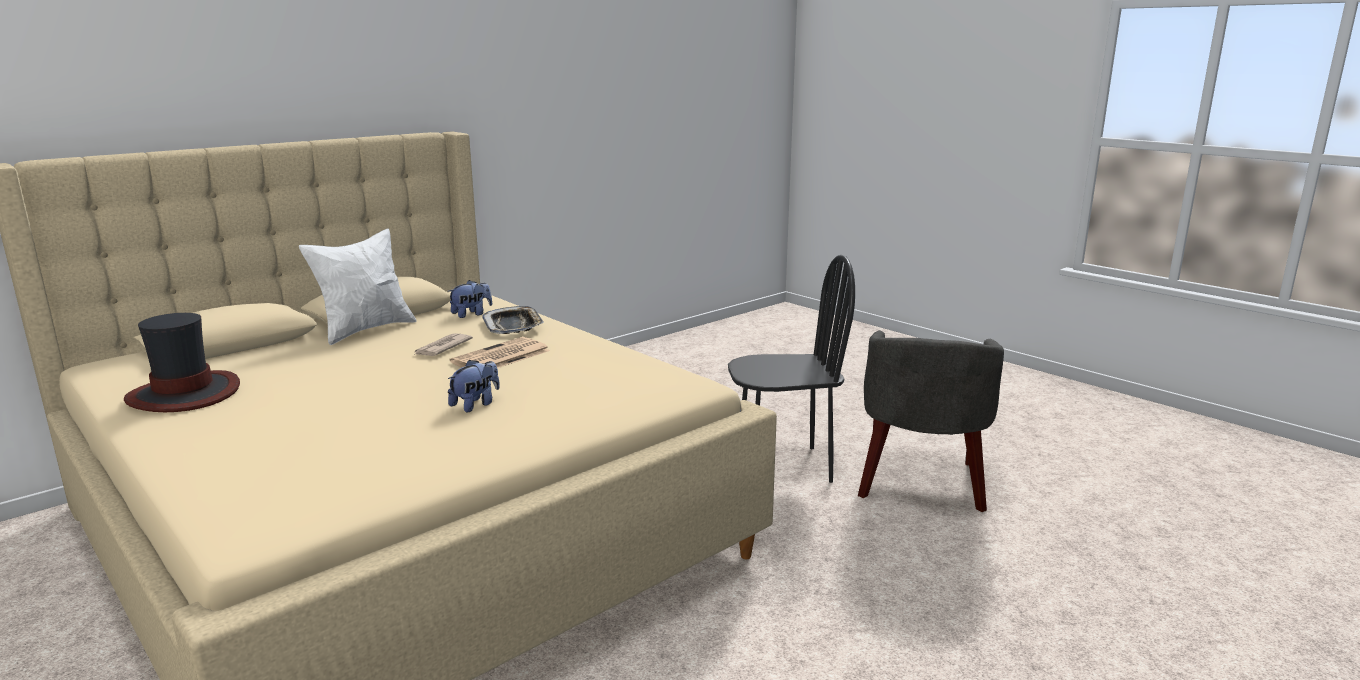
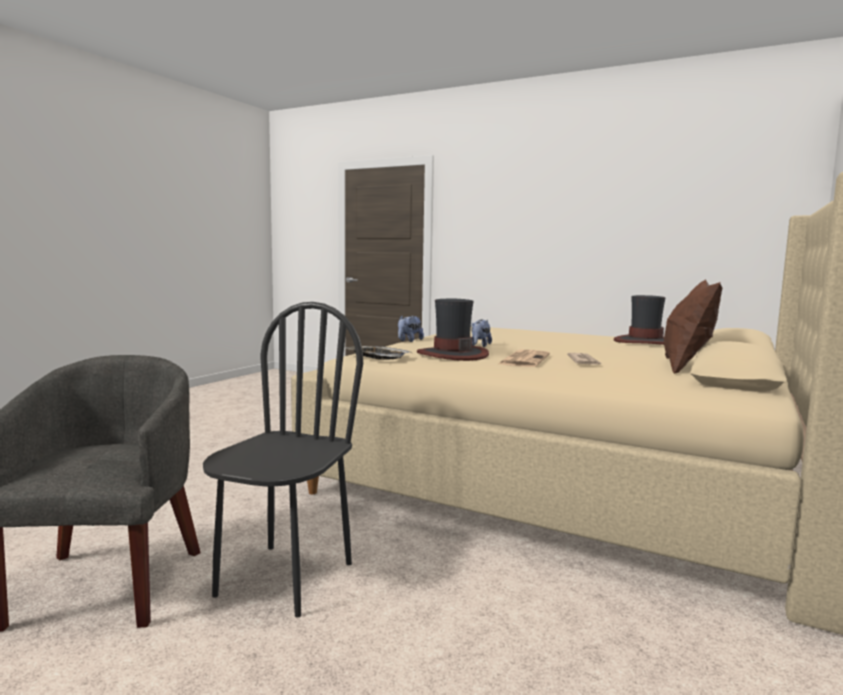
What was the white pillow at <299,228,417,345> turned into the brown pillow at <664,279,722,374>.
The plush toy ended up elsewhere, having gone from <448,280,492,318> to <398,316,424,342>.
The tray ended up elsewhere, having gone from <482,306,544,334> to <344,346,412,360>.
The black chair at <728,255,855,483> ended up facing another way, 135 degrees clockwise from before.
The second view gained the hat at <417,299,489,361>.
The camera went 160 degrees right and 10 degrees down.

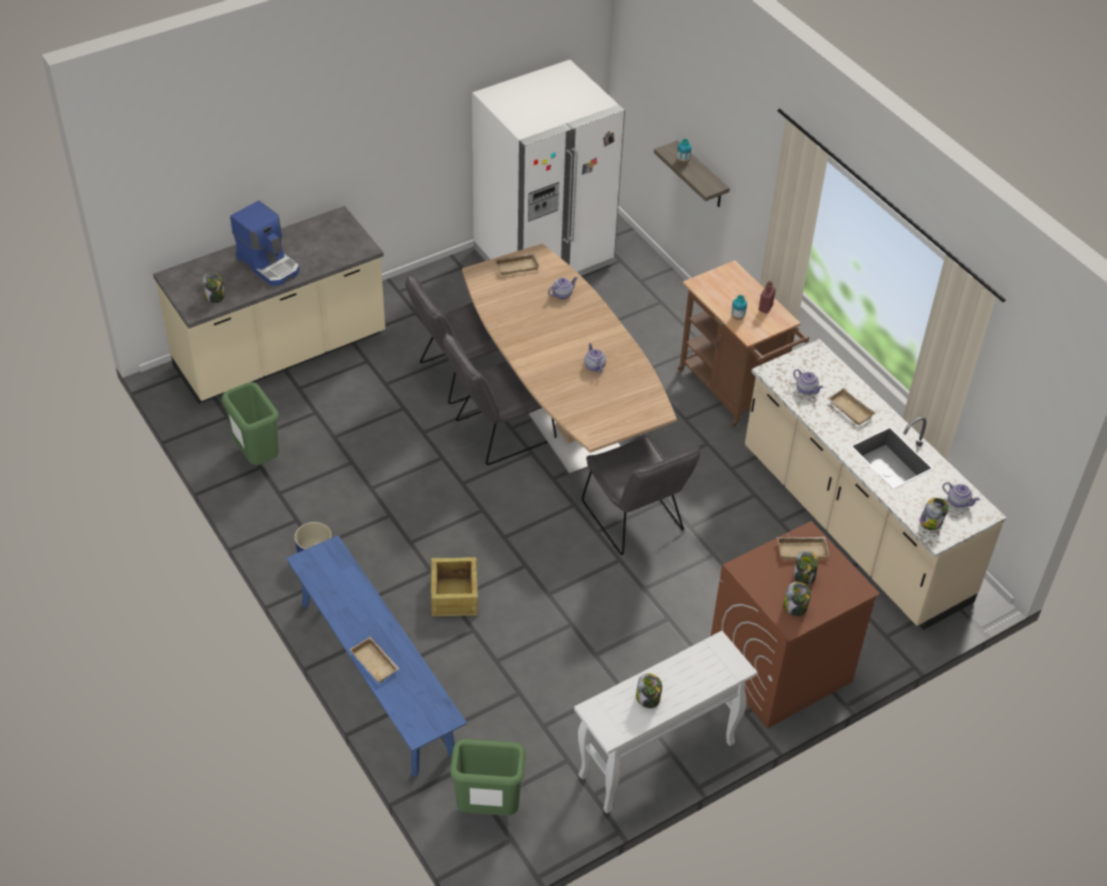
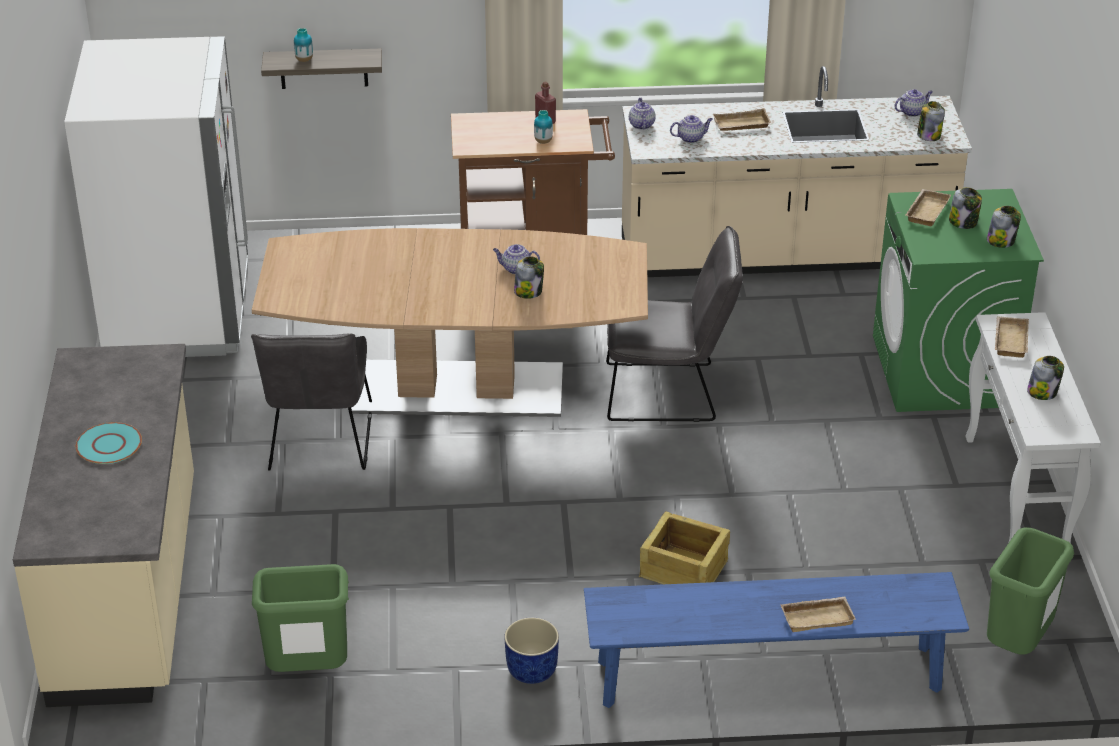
The jar ended up elsewhere, having gone from <202,273,225,303> to <514,256,544,299>.
Where the coffee machine stood at <230,201,300,286>, the turquoise plate came to stand at <76,422,142,464>.
The second view lost the grey chair at <443,333,557,465>.
The beige tray ended up elsewhere, having gone from <494,253,539,275> to <995,316,1029,358>.
The teapot ended up elsewhere, having gone from <548,277,577,299> to <629,98,656,130>.
What was the brown washing machine at <711,521,880,728> turned into the green washing machine at <873,189,1044,412>.
The camera went 60 degrees left and 10 degrees down.

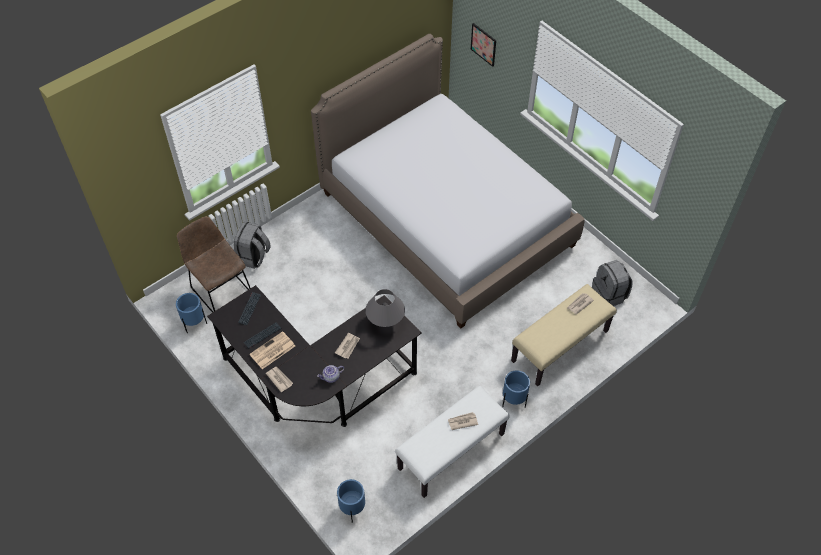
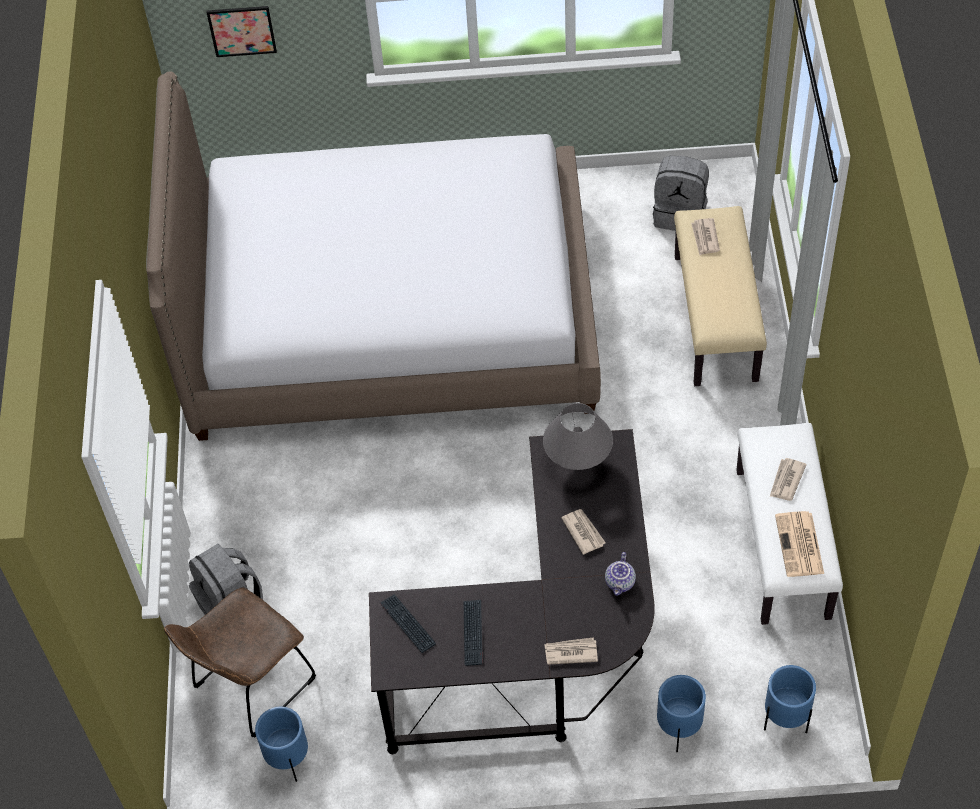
The brown chair at <177,216,251,313> ended up facing another way, 45 degrees counterclockwise from before.
The newspaper ended up elsewhere, having gone from <249,331,295,369> to <775,511,824,577>.
The blue planter ended up elsewhere, having gone from <502,370,530,408> to <657,675,706,752>.
The camera went 50 degrees left and 0 degrees up.

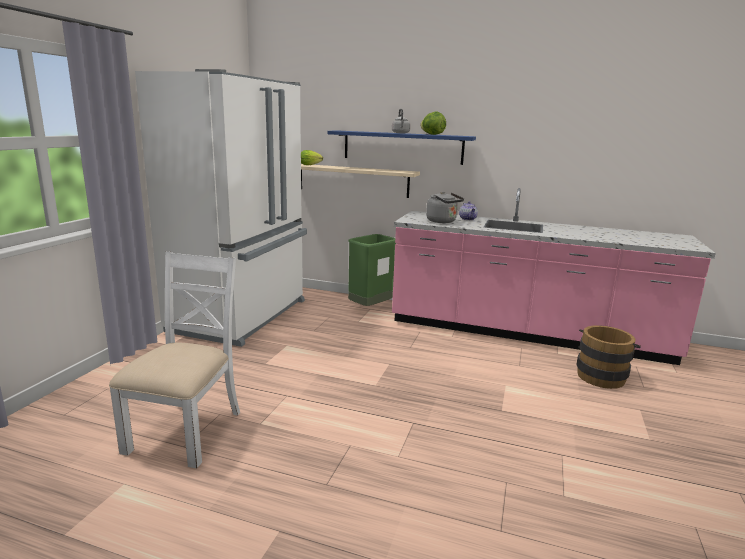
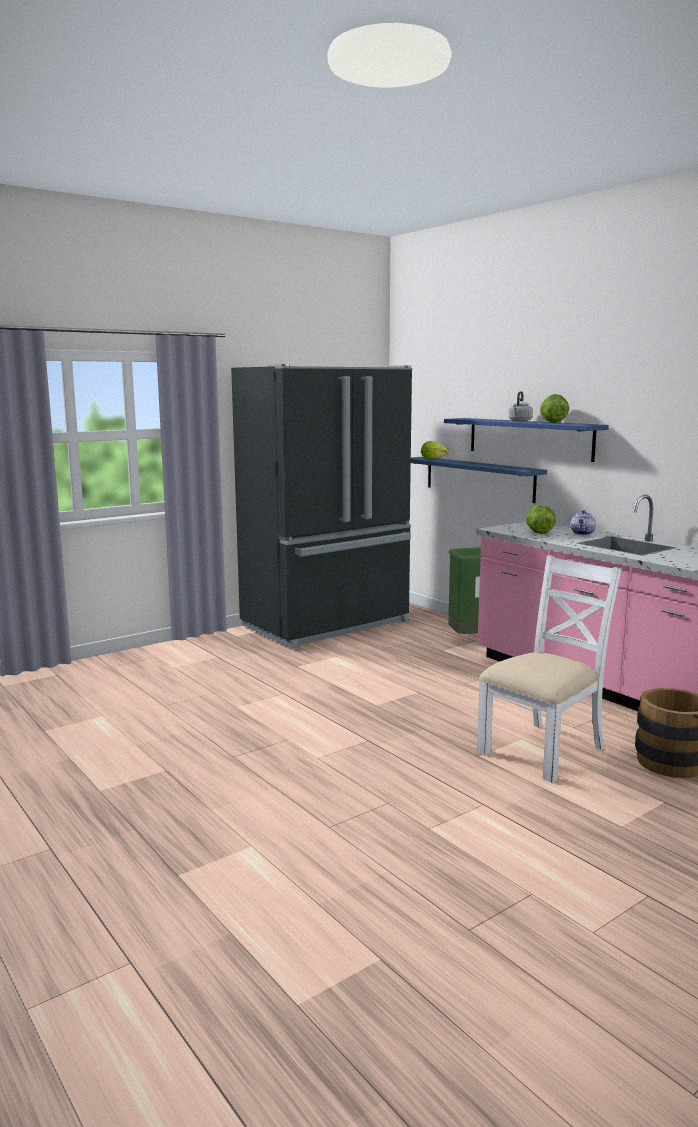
The white chair ended up elsewhere, having gone from <109,251,240,468> to <477,555,622,783>.
What was the white fridge at <135,69,307,347> turned into the black fridge at <231,364,413,649>.
What was the beige shelf at <301,164,420,198> turned into the blue shelf at <411,457,547,503>.
Where the grey kettle stood at <426,192,464,223>, the lettuce came to stand at <526,504,556,534>.
The camera went 35 degrees right and 5 degrees down.

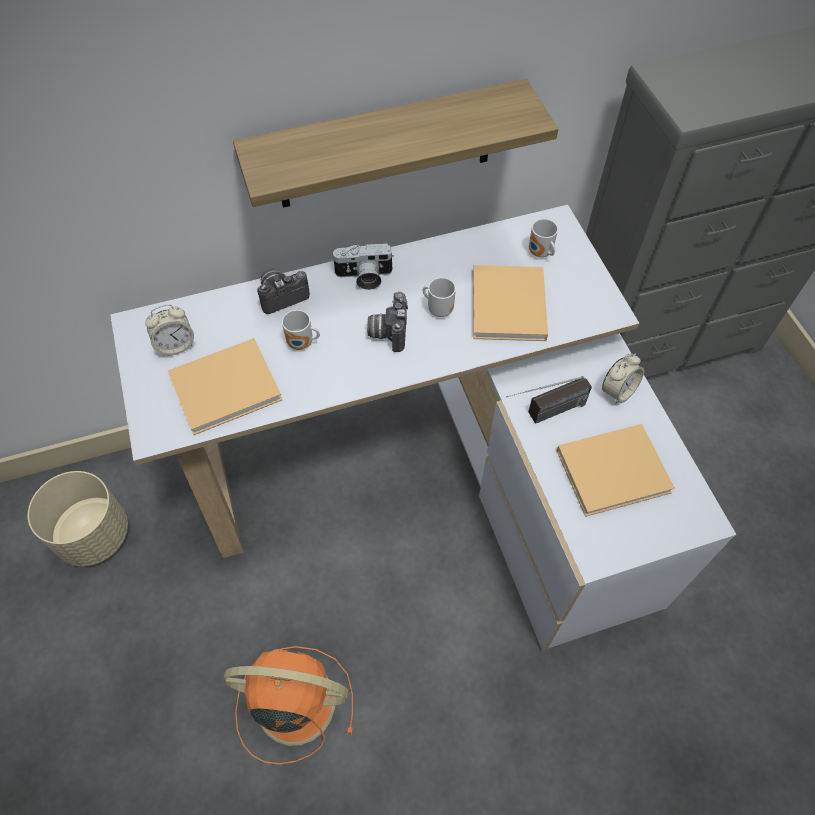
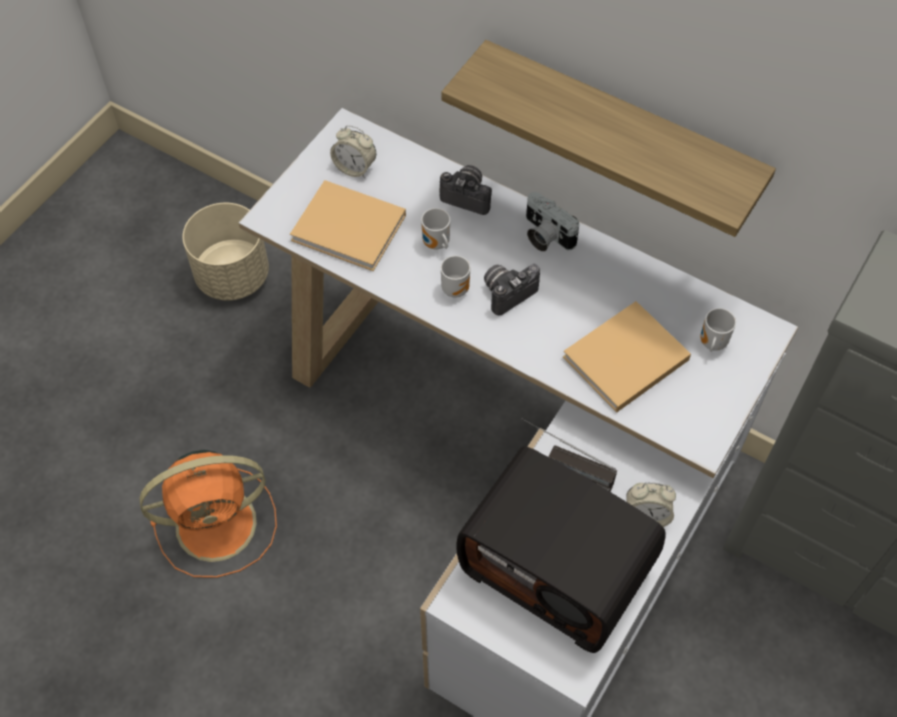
The orange fan at <223,646,353,765> ended up facing another way, 105 degrees clockwise from before.
The mug ended up elsewhere, having gone from <423,277,456,317> to <441,255,470,298>.
Where the beige book stood at <557,424,675,517>, the radio came to stand at <456,446,665,653>.
The camera went 50 degrees right and 0 degrees up.

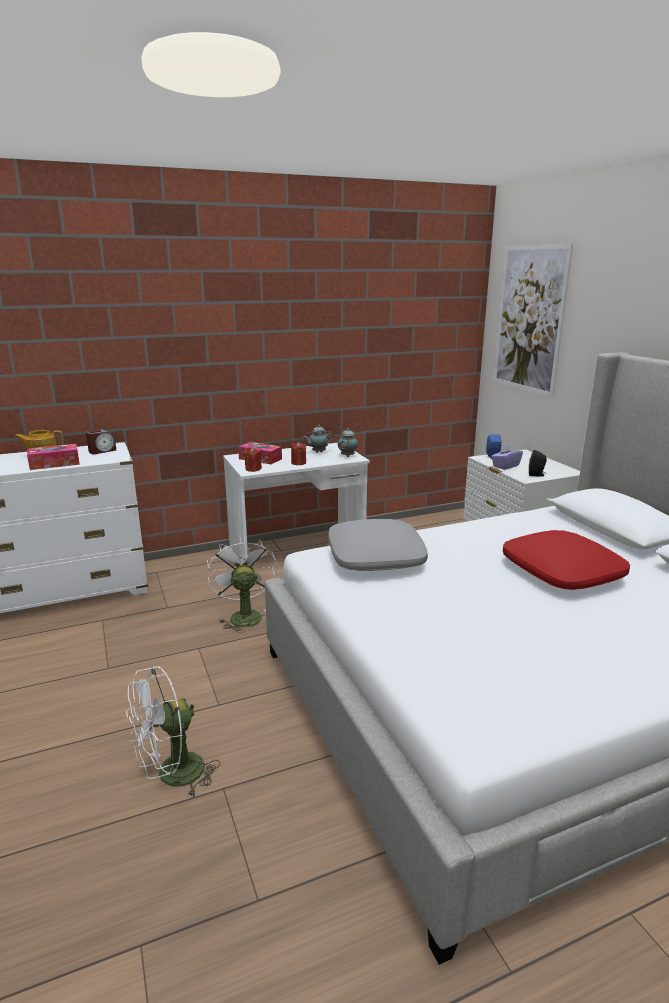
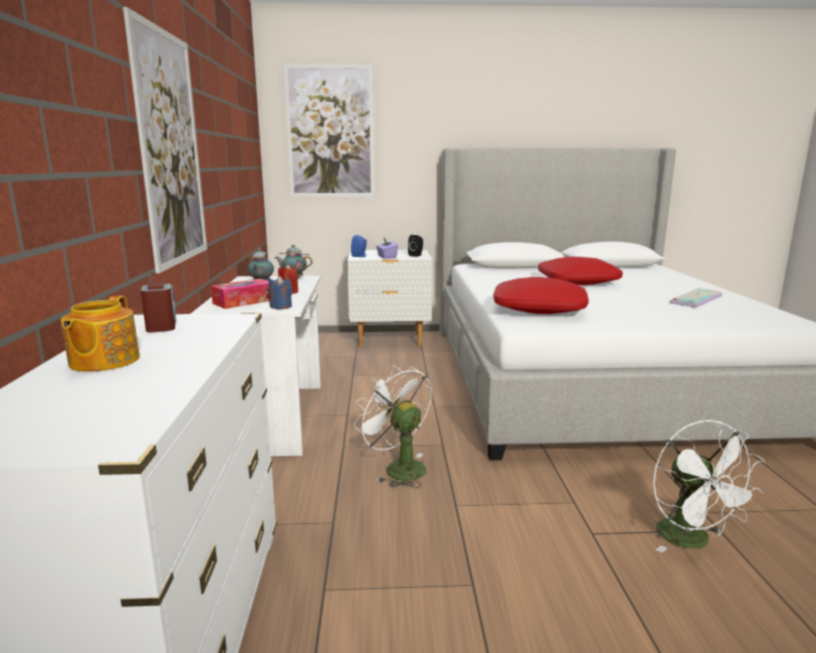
The second view lost the tissue box at <27,444,80,470>.
The white fan at <207,537,277,633> ended up facing another way, 45 degrees clockwise from before.
What was the red candle at <244,447,262,472> turned into the blue candle at <269,276,292,309>.
What was the grey pillow at <328,519,428,571> turned into the red pillow at <493,277,589,314>.
The second view gained the picture at <123,7,207,273>.
The second view gained the keyboard at <669,288,722,308>.
The camera went 70 degrees left and 5 degrees down.

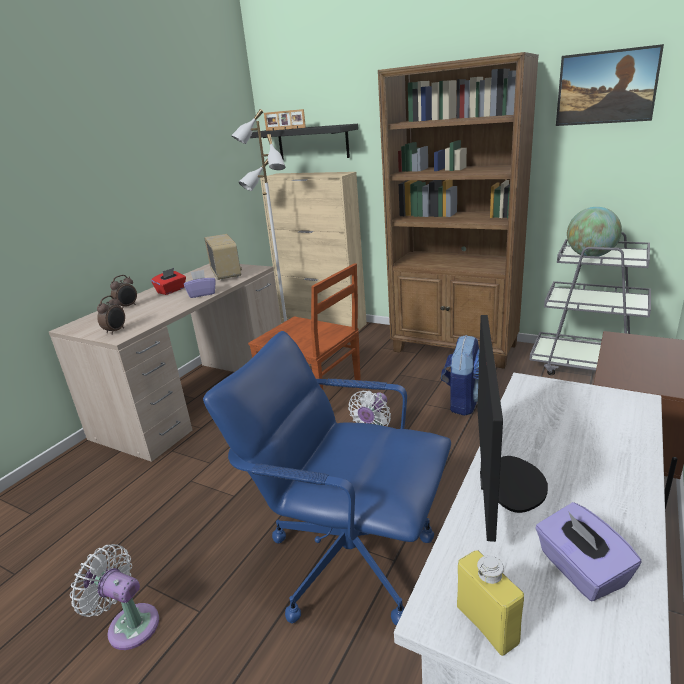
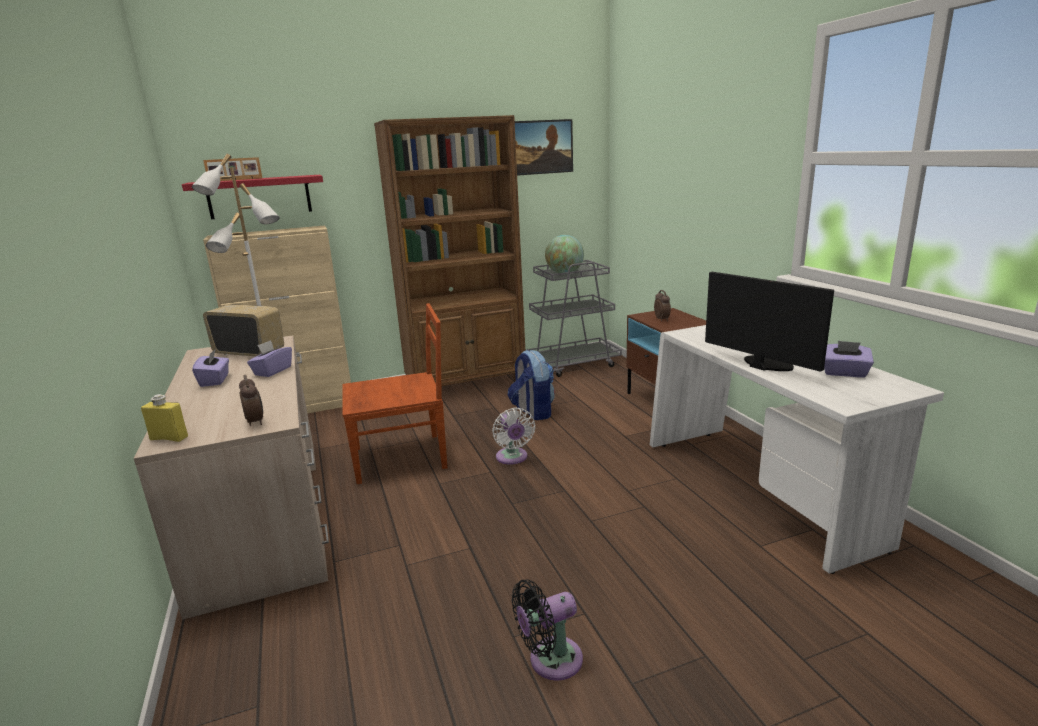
What was the white fan at <70,544,159,650> turned into the black fan at <512,579,583,681>.
The alarm clock ended up elsewhere, having gone from <110,275,137,309> to <654,290,671,321>.
What was the red tissue box at <151,268,186,295> turned into the purple tissue box at <192,349,229,387>.
The second view lost the blue office chair at <203,331,451,626>.
What was the black shelf at <250,124,358,160> turned into the red shelf at <182,175,323,219>.
The yellow bottle ended up elsewhere, having gone from <457,550,524,656> to <141,394,188,442>.
The camera went 50 degrees left and 5 degrees down.

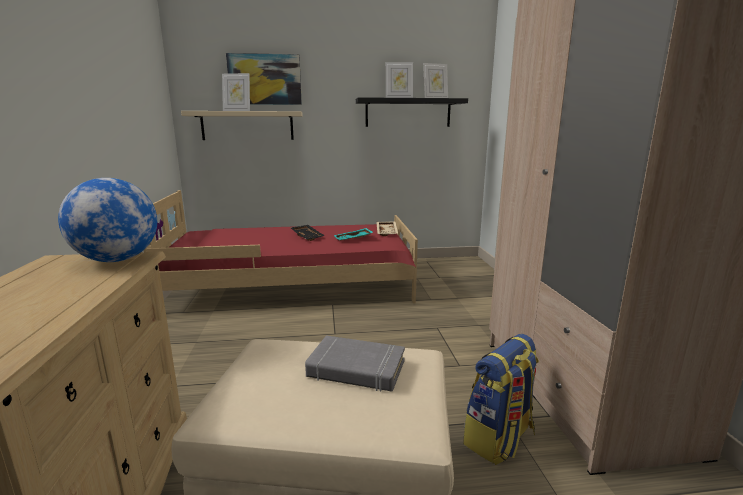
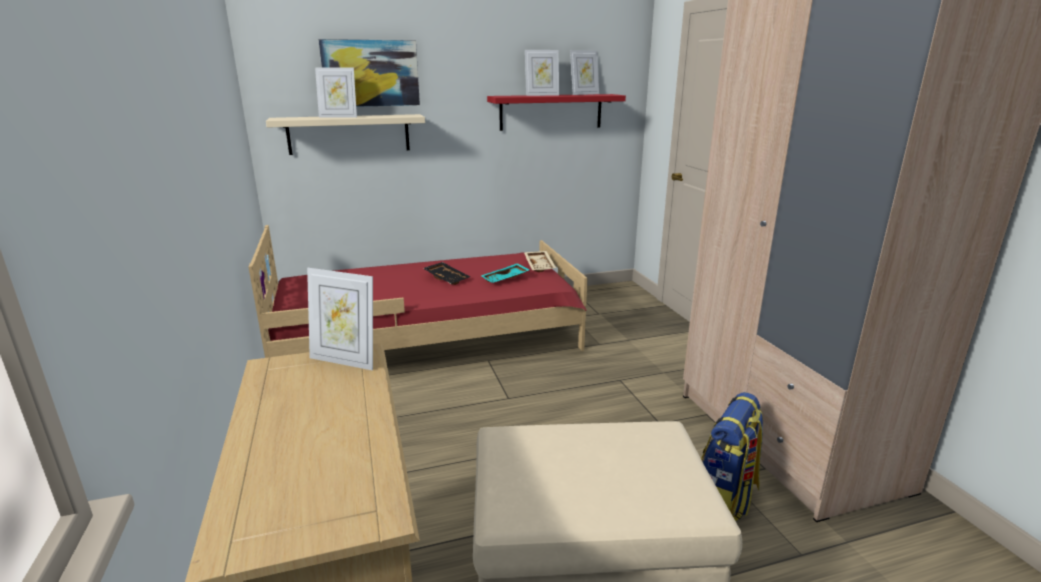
Where the globe stood at <58,178,157,262>, the picture frame came to stand at <307,268,373,370>.
The second view lost the grey book at <305,336,405,392>.
What was the black shelf at <356,97,468,127> turned into the red shelf at <487,94,626,131>.
The camera went 10 degrees left and 5 degrees up.

